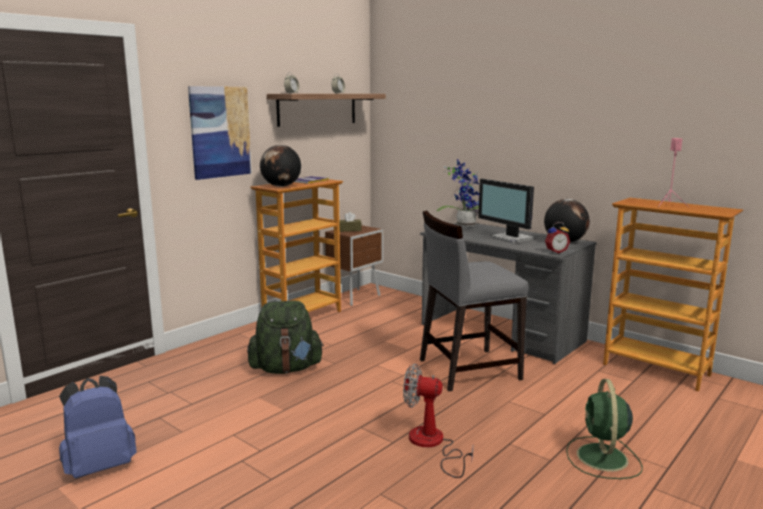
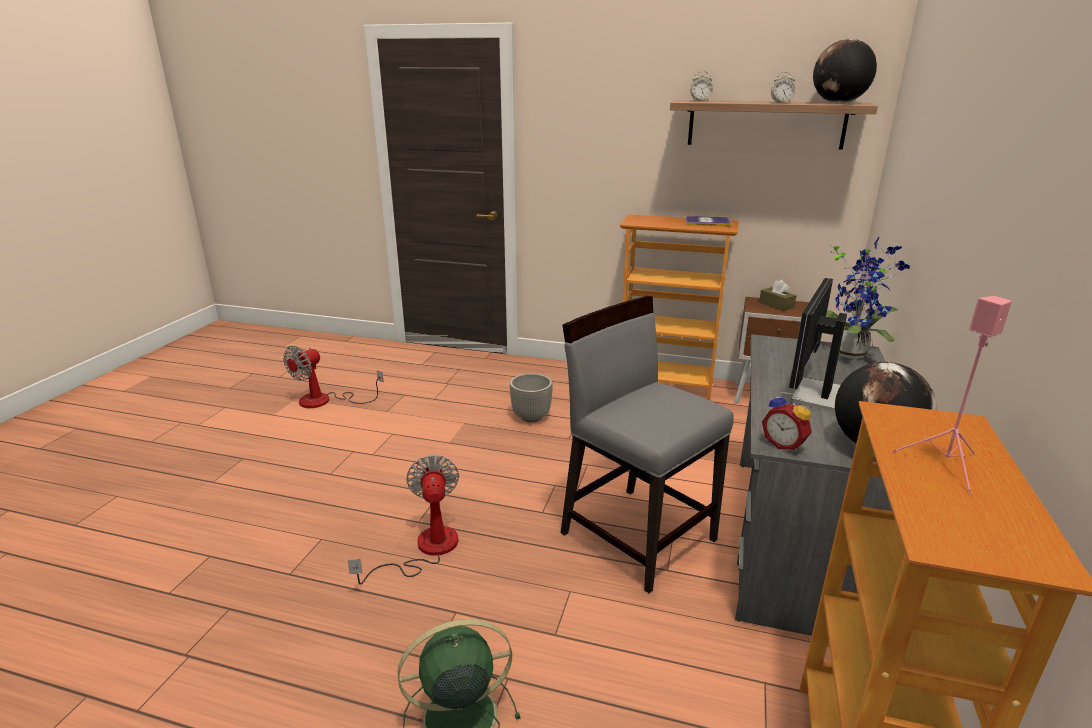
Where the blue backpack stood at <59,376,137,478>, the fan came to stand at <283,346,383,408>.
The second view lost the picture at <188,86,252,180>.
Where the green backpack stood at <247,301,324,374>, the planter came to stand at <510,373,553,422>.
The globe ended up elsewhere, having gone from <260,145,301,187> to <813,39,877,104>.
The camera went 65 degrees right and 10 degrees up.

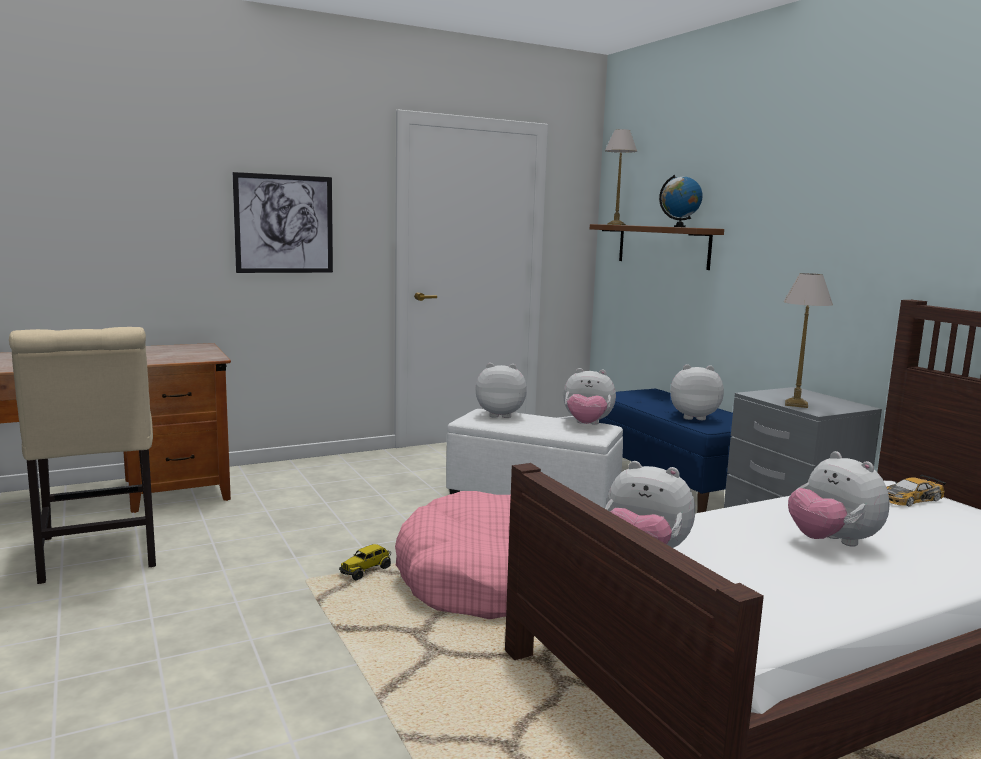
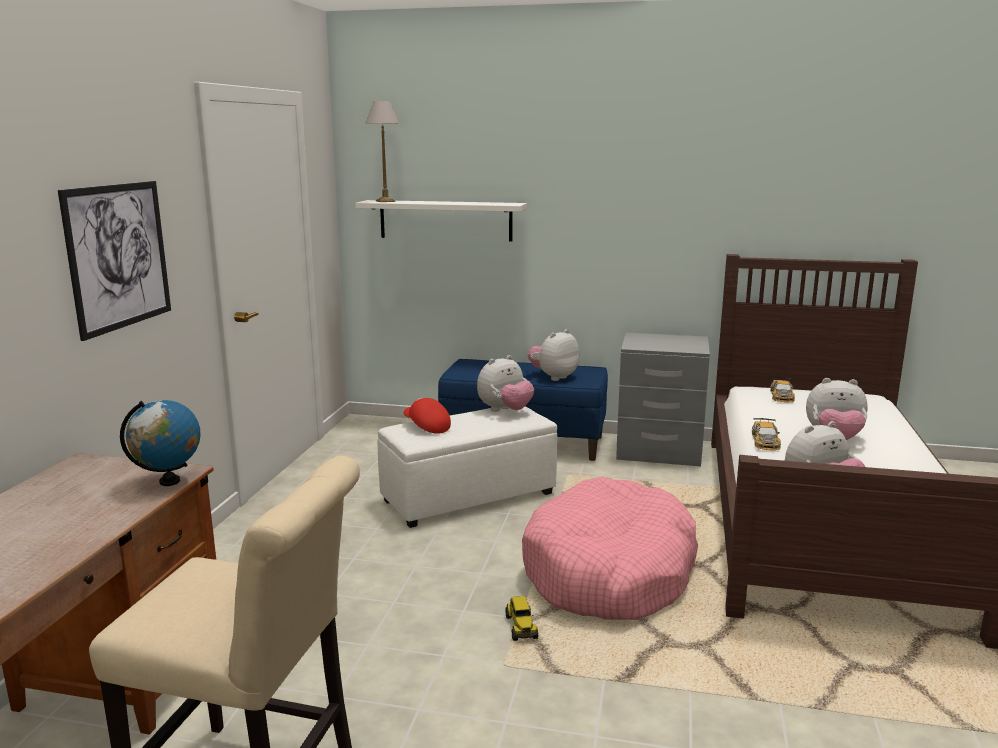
Where the plush toy stood at <475,363,527,418>, the red cap came to stand at <404,397,451,434>.
What was the brown shelf at <590,224,724,270> turned into the white shelf at <355,200,527,242>.
The globe ended up elsewhere, having gone from <659,175,703,227> to <120,400,200,486>.
The second view lost the table lamp at <783,273,833,408>.
The second view gained the toy car at <752,418,781,450>.
The camera went 50 degrees left and 5 degrees up.

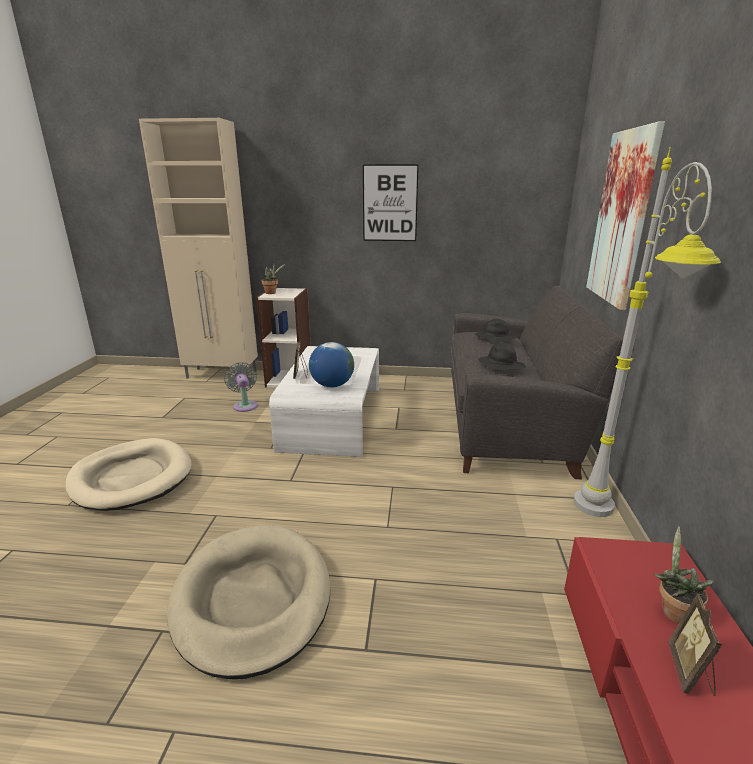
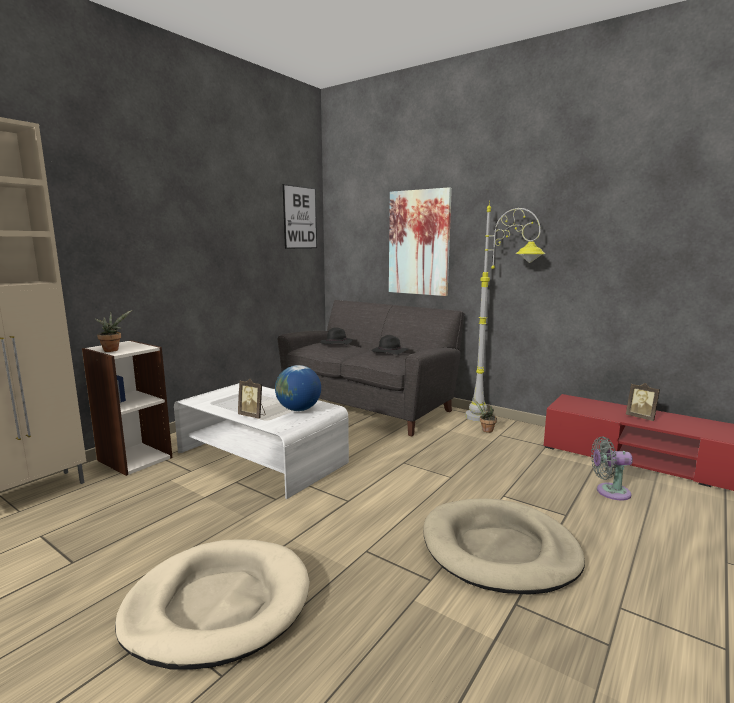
The grey fan ended up elsewhere, having gone from <224,362,258,412> to <591,437,633,500>.
The picture ended up elsewhere, having gone from <363,164,419,241> to <283,184,317,249>.
The potted plant ended up elsewhere, having gone from <654,526,714,624> to <472,397,497,433>.
The camera went 60 degrees left and 10 degrees down.

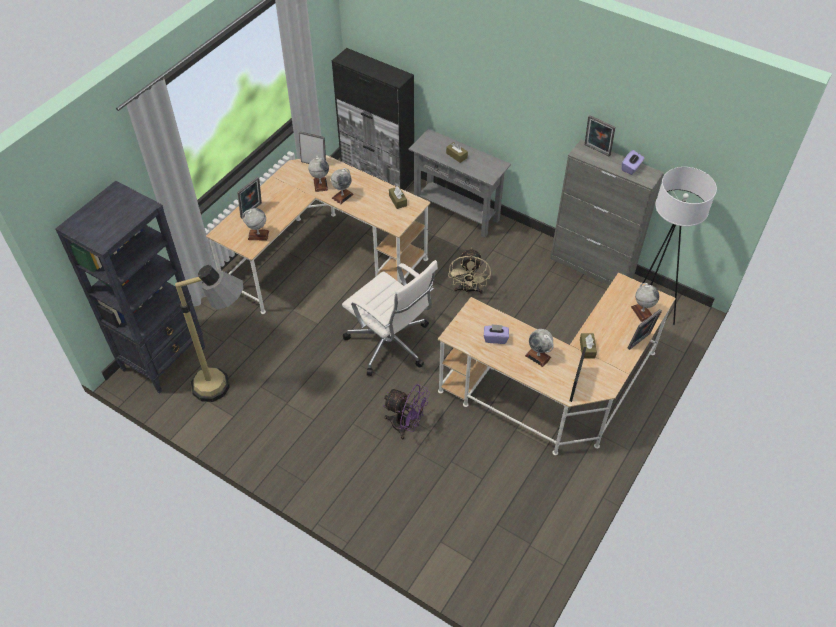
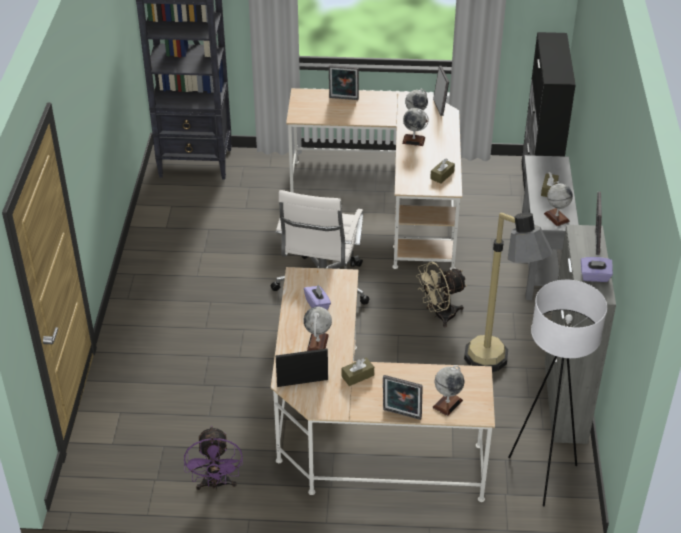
The floor lamp ended up elsewhere, having gone from <175,265,243,402> to <464,212,552,372>.
The globe ended up elsewhere, having gone from <242,208,269,241> to <544,181,573,226>.
The purple fan ended up elsewhere, having gone from <383,384,430,439> to <184,425,243,491>.
The camera went 60 degrees right and 10 degrees down.

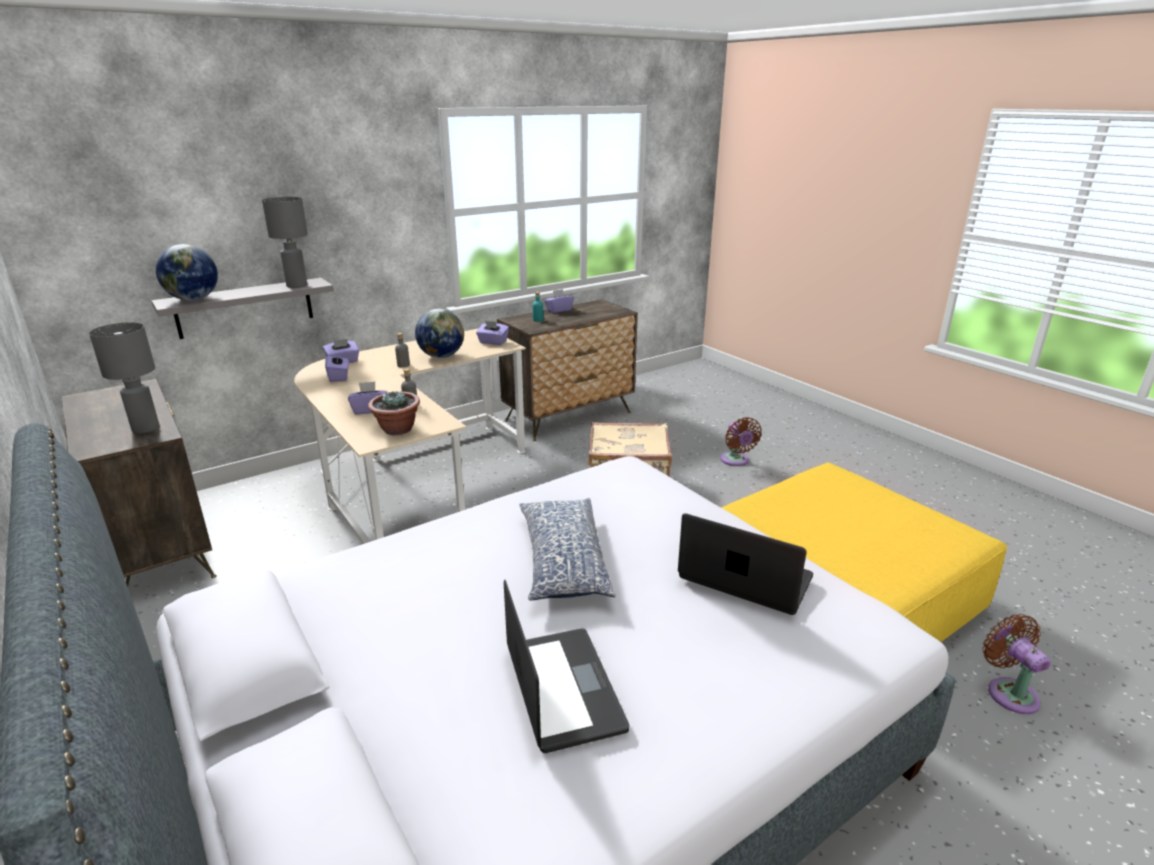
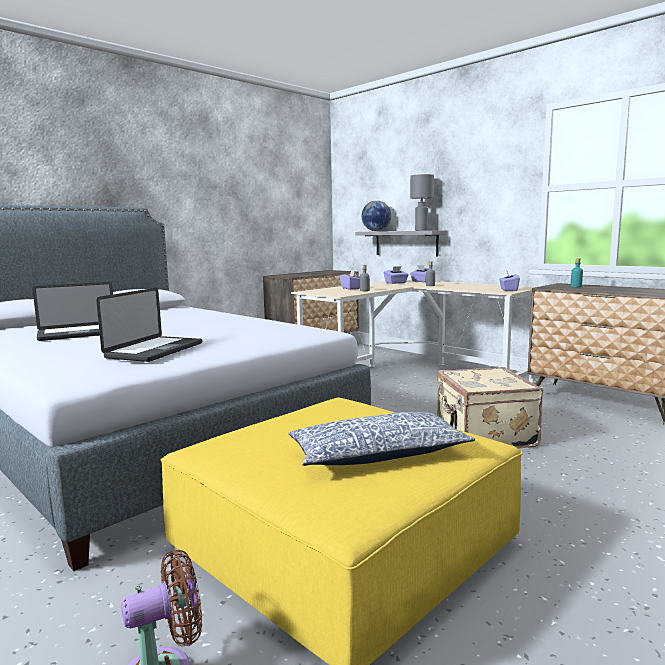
The second view lost the grey table lamp at <89,322,160,434>.
The second view lost the potted plant at <368,391,420,435>.
The second view lost the globe at <415,309,464,358>.
The pillow ended up elsewhere, having gone from <519,498,615,601> to <289,412,475,466>.
The second view lost the purple tissue box at <545,289,574,313>.
The second view lost the brown fan at <720,417,762,466>.
The camera went 80 degrees right and 15 degrees down.

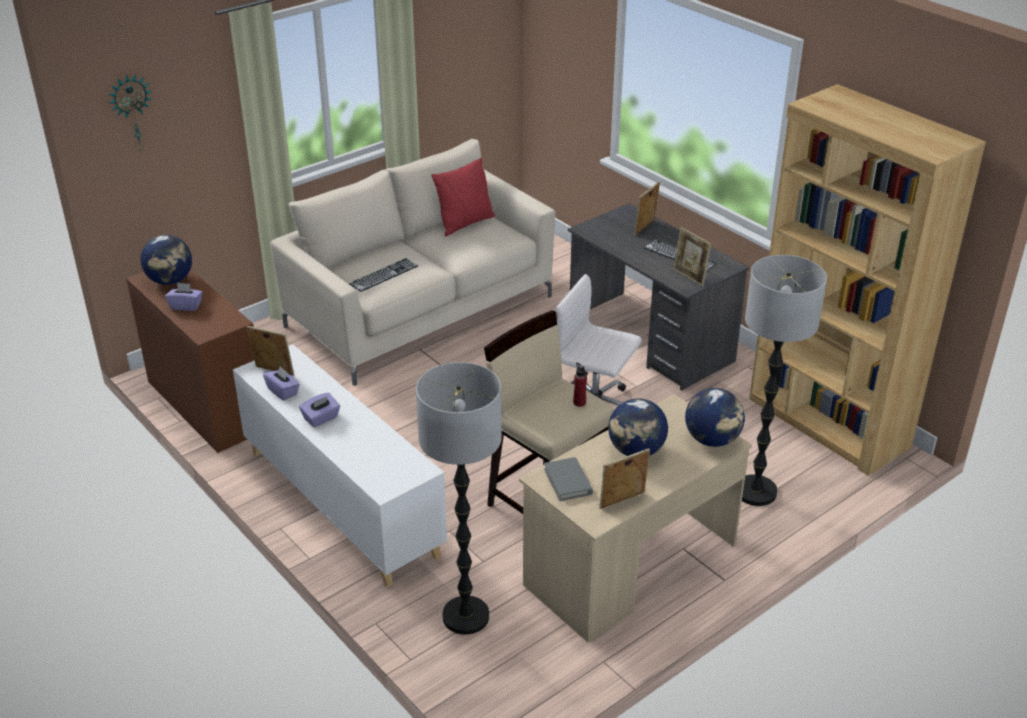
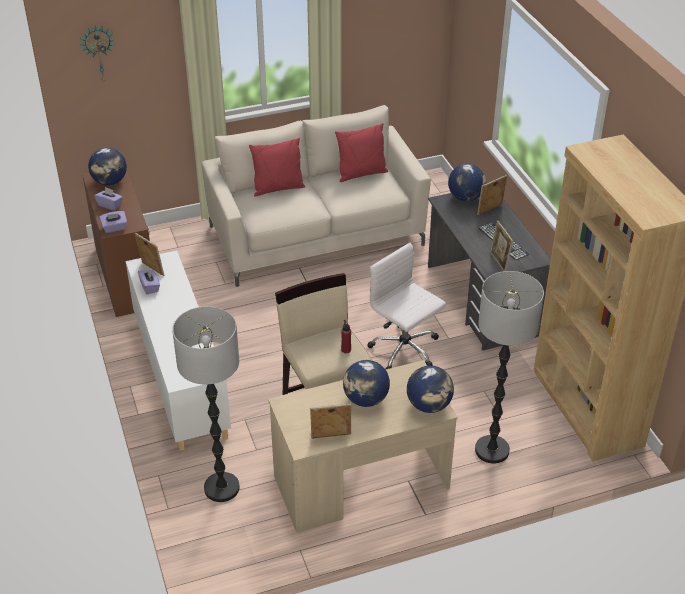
The purple tissue box ended up elsewhere, having gone from <299,393,340,427> to <99,211,127,233>.
The second view lost the keyboard at <349,258,418,292>.
The second view lost the grey book at <544,457,593,501>.
The second view gained the red pillow at <249,138,305,197>.
The second view gained the globe at <448,163,486,202>.
The camera went 20 degrees right and 5 degrees up.

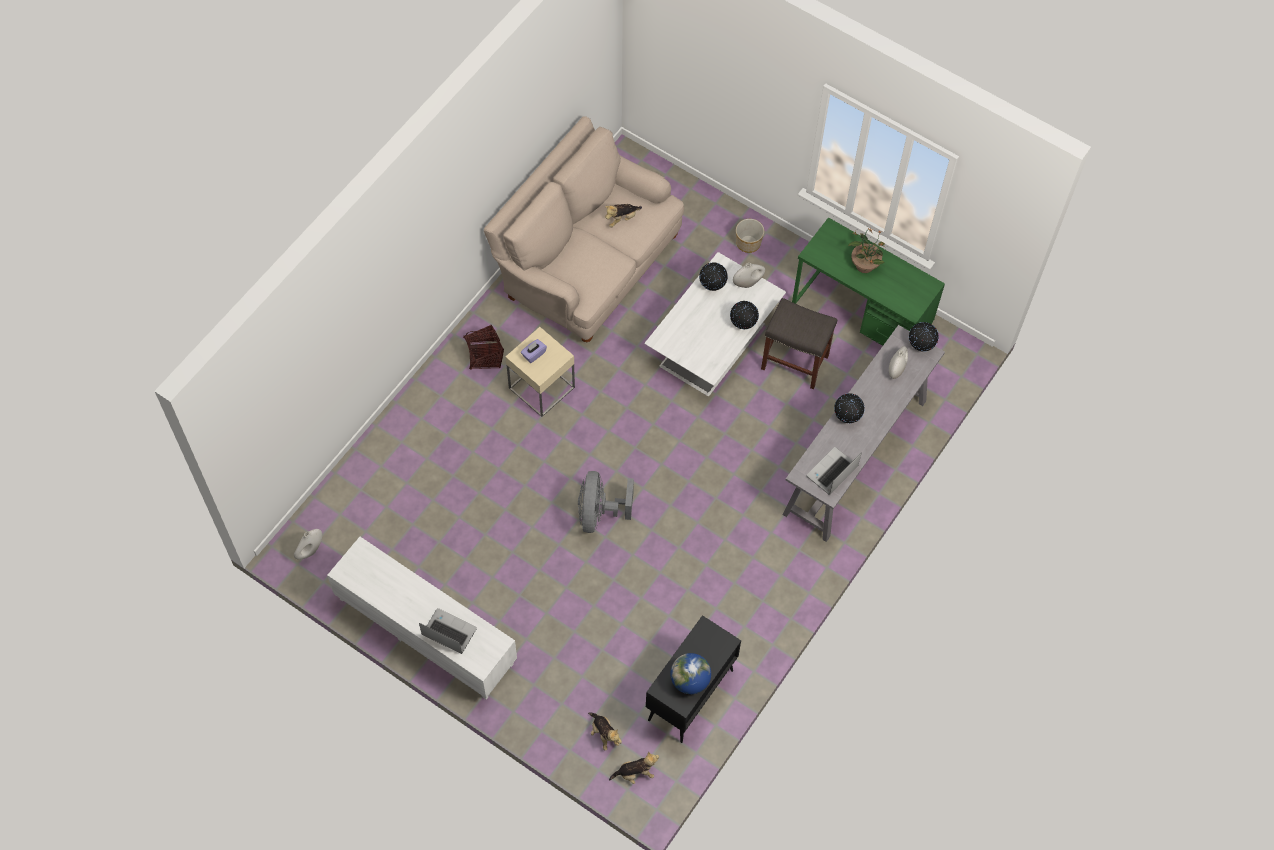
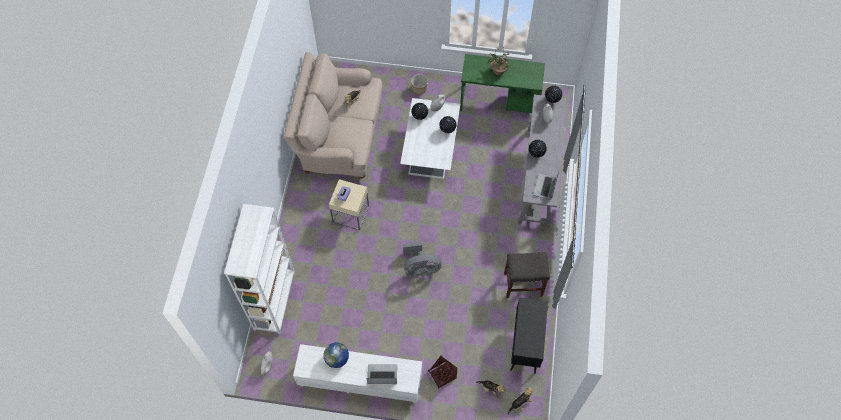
The basket ended up elsewhere, having gone from <463,325,504,370> to <428,355,457,388>.
The grey fan at <578,471,634,533> ended up facing another way, 75 degrees counterclockwise from before.
The globe ended up elsewhere, having gone from <670,653,711,694> to <324,343,349,368>.
The grey stool ended up elsewhere, having gone from <761,298,837,389> to <504,252,550,298>.
The second view gained the white bookcase at <224,204,295,334>.
The camera went 25 degrees left and 0 degrees up.

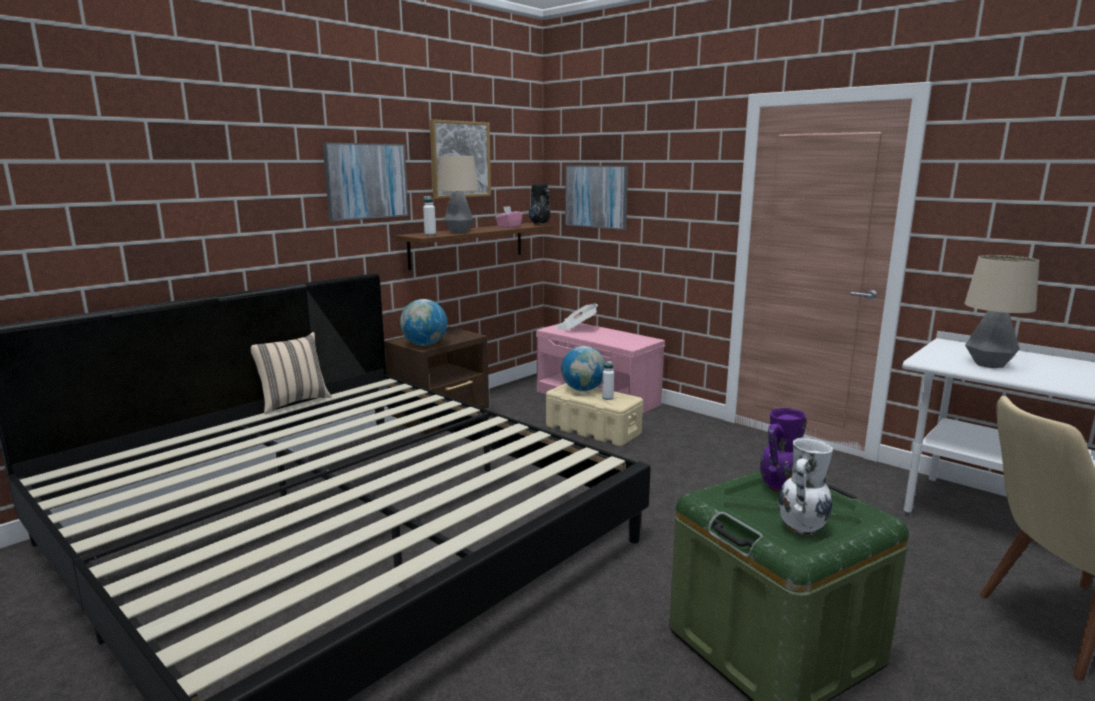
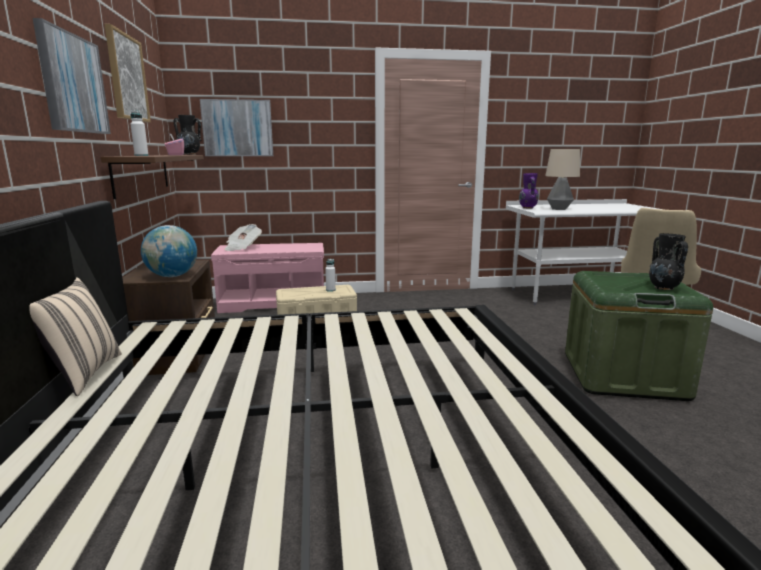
The second view lost the table lamp at <437,156,478,233>.
The second view lost the globe at <561,346,606,391>.
The purple vase ended up elsewhere, having gone from <760,408,807,493> to <519,173,539,209>.
What was the white vase at <779,437,833,535> turned into the black vase at <649,233,688,290>.
The camera went 50 degrees left and 0 degrees up.

